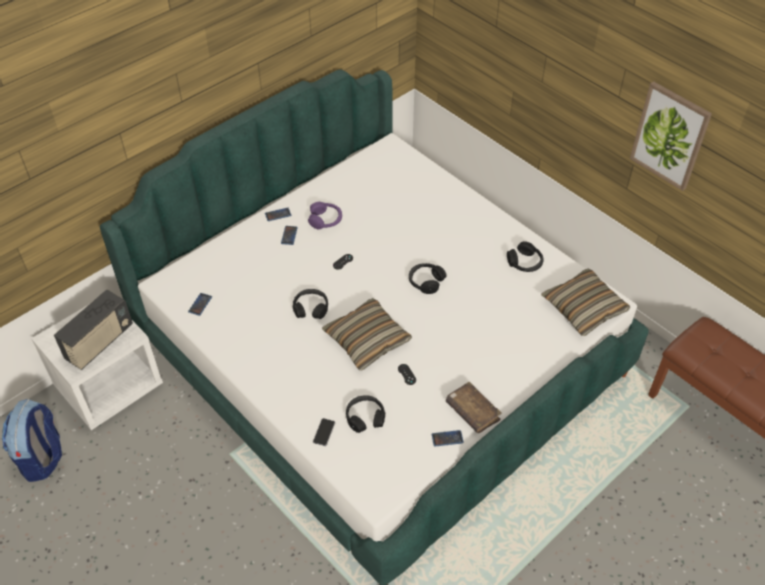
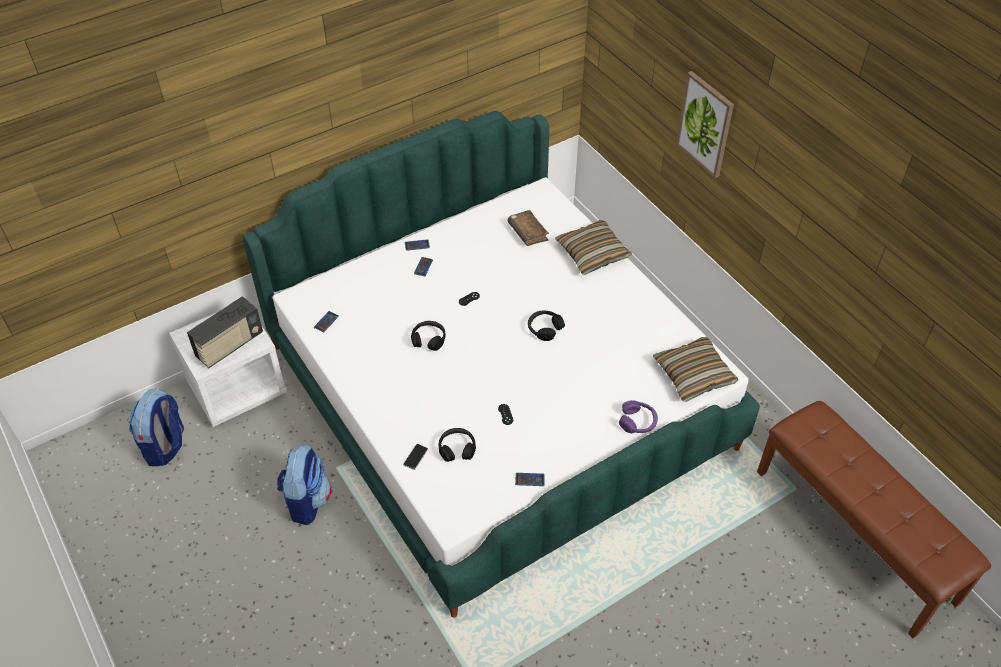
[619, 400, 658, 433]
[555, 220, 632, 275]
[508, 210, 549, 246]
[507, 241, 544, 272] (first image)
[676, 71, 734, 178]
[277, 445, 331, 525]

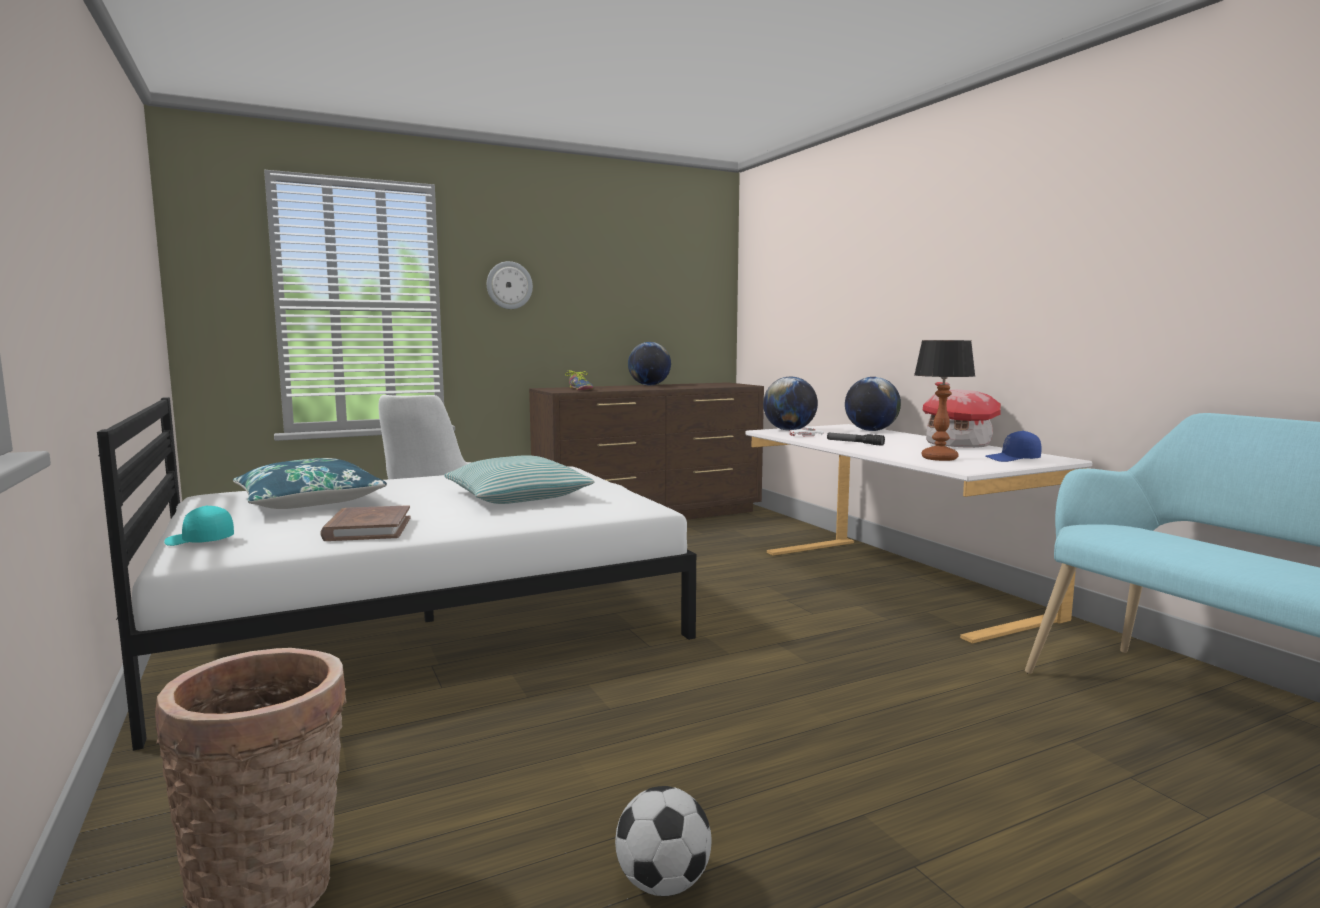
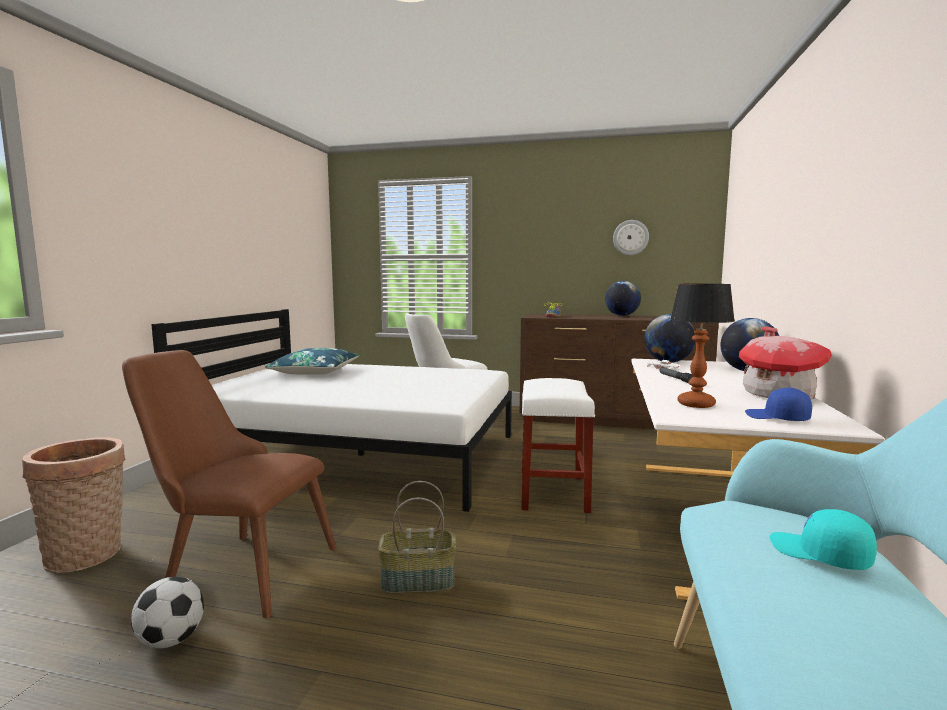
[769, 509, 877, 570]
[320, 505, 410, 541] (first image)
[444, 455, 595, 504] (first image)
[613, 220, 649, 255]
[122, 350, 337, 618]
[378, 481, 456, 593]
[521, 378, 595, 513]

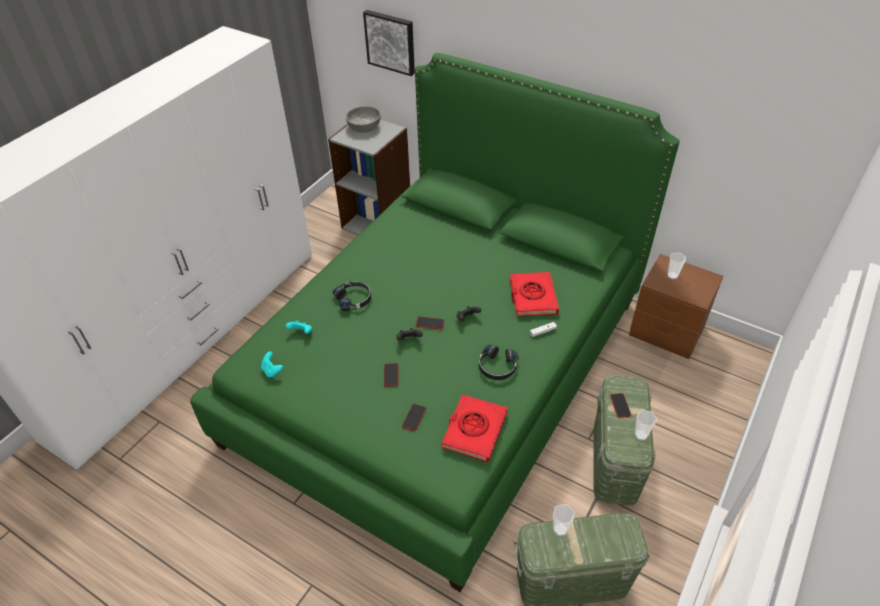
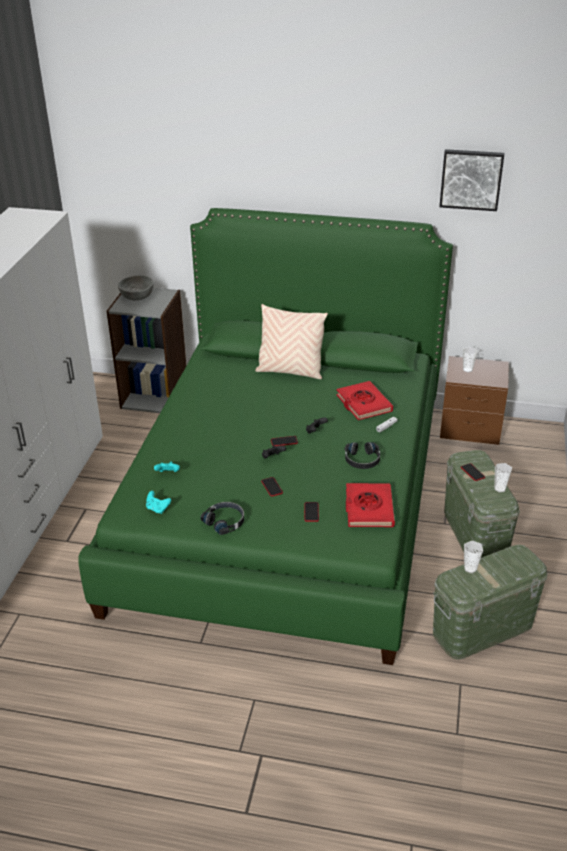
[201, 502, 244, 535]
[439, 149, 504, 211]
[255, 304, 328, 379]

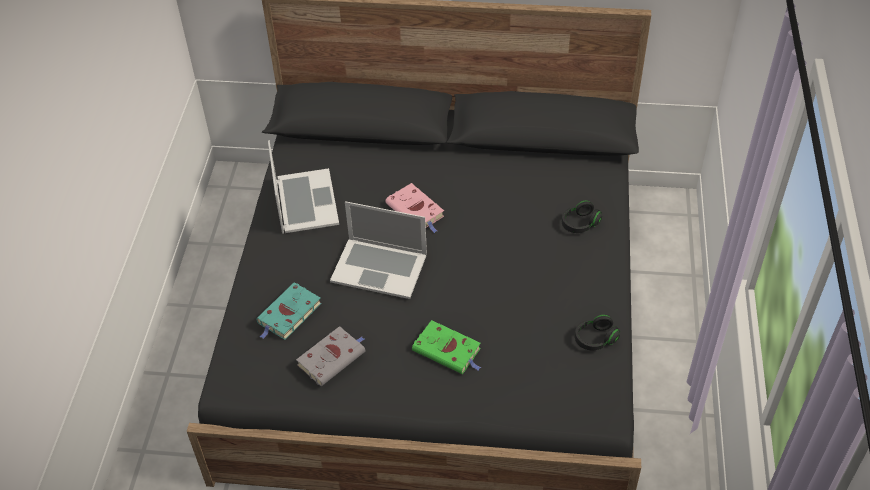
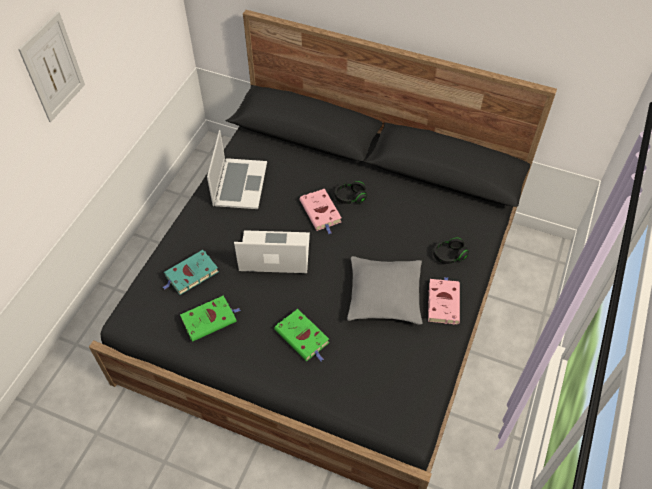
[180, 296, 241, 342]
[234, 230, 310, 273]
[335, 181, 367, 204]
[18, 12, 85, 122]
[347, 256, 423, 325]
[428, 277, 460, 325]

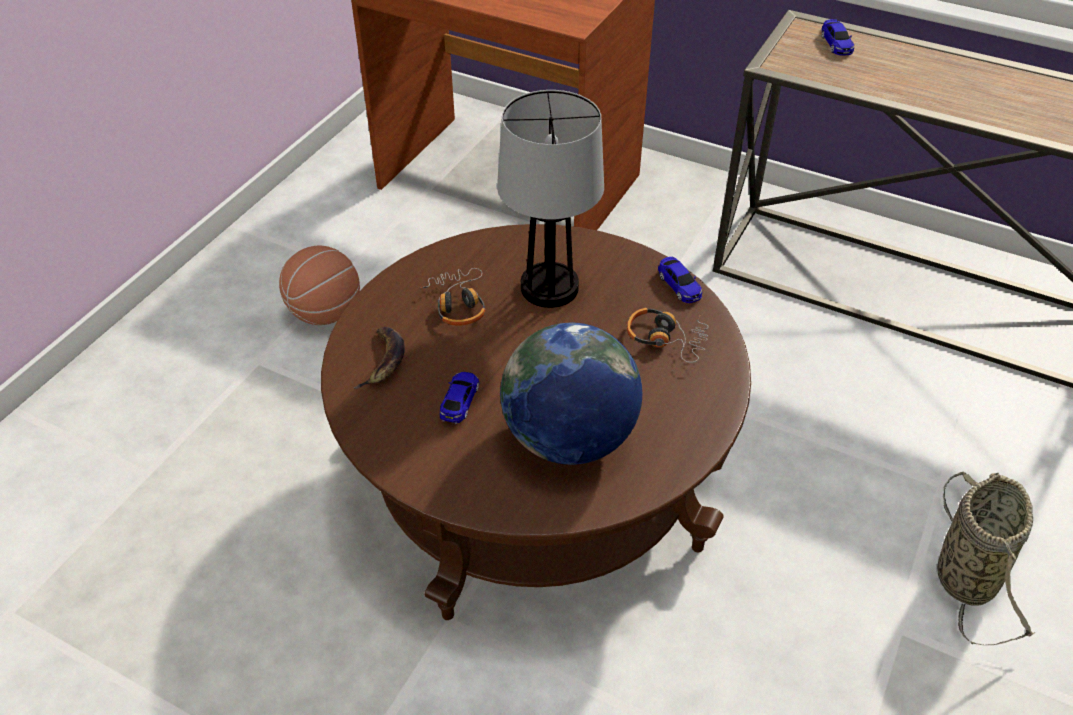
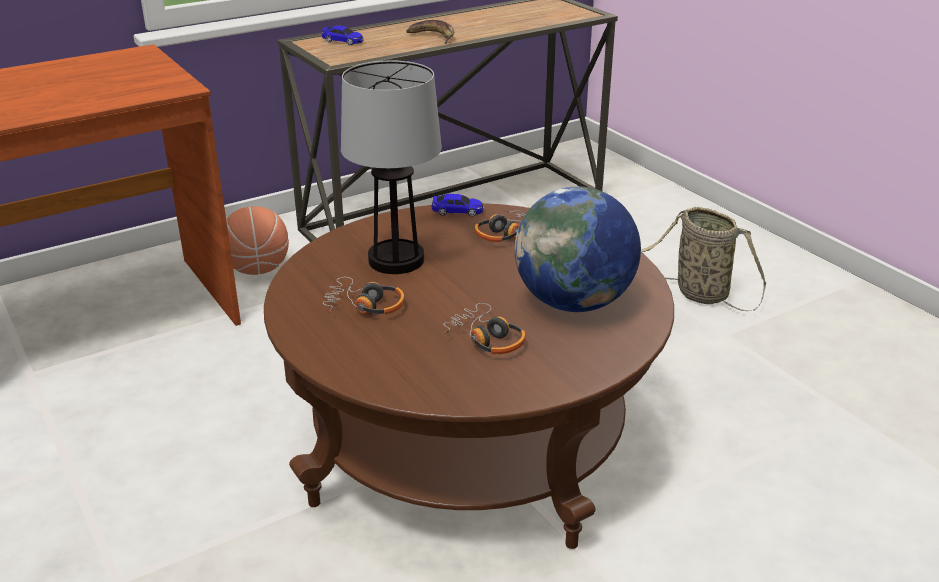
[226, 206, 289, 275]
[406, 20, 454, 44]
[442, 303, 526, 354]

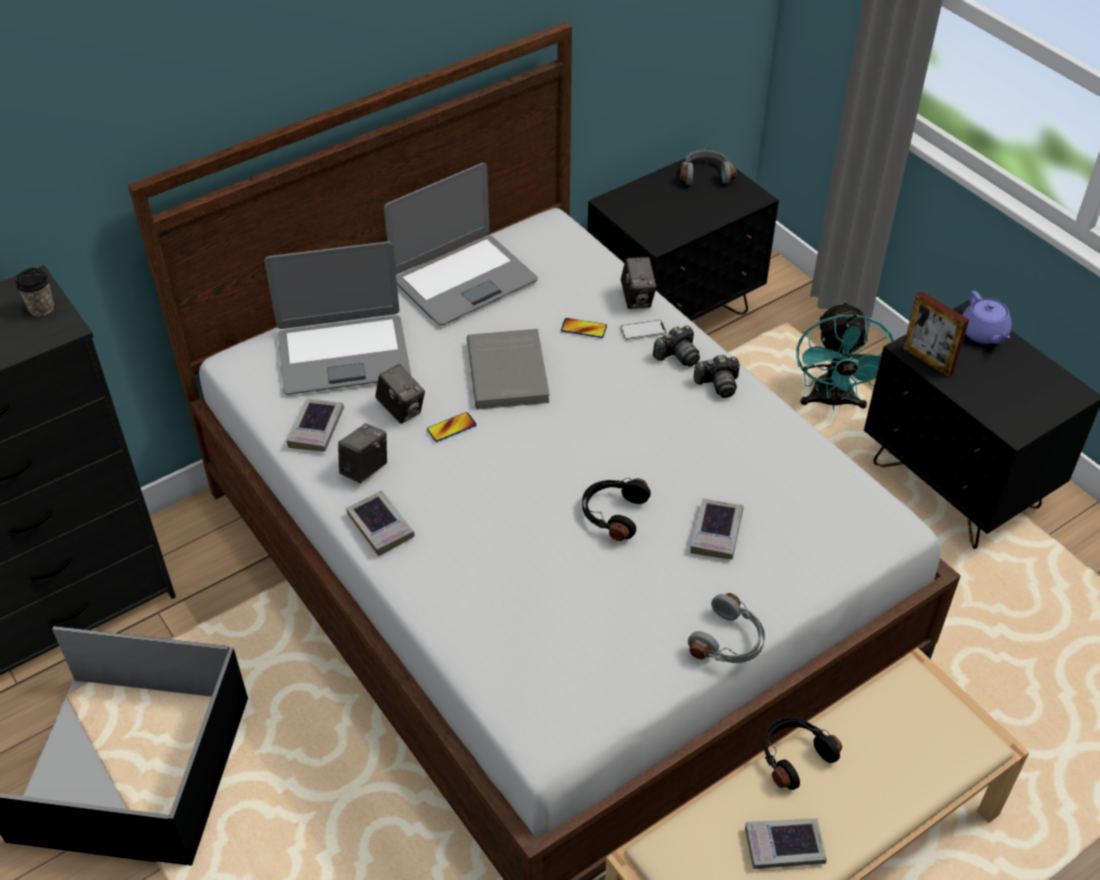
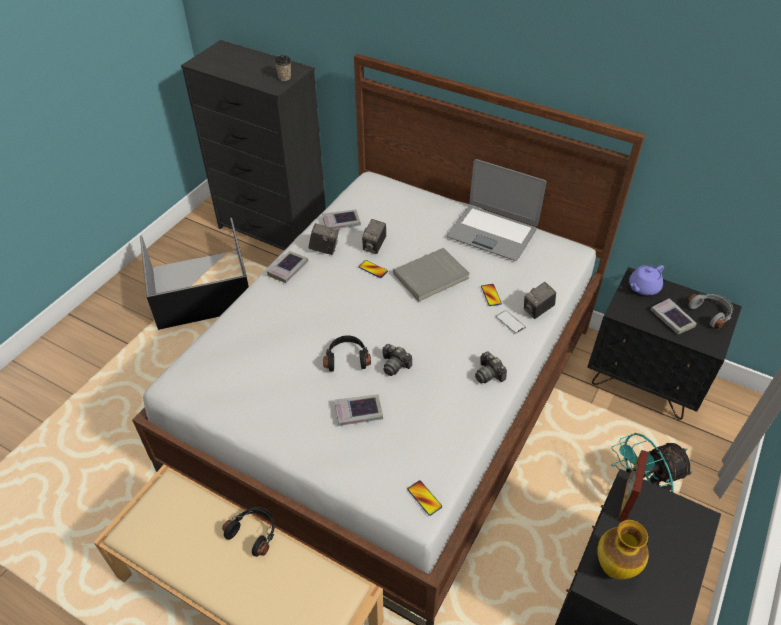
[264, 242, 411, 395] (first image)
[382, 344, 412, 376]
[688, 593, 765, 663] (first image)
[651, 298, 697, 334]
[629, 265, 664, 295]
[408, 480, 442, 516]
[598, 520, 649, 579]

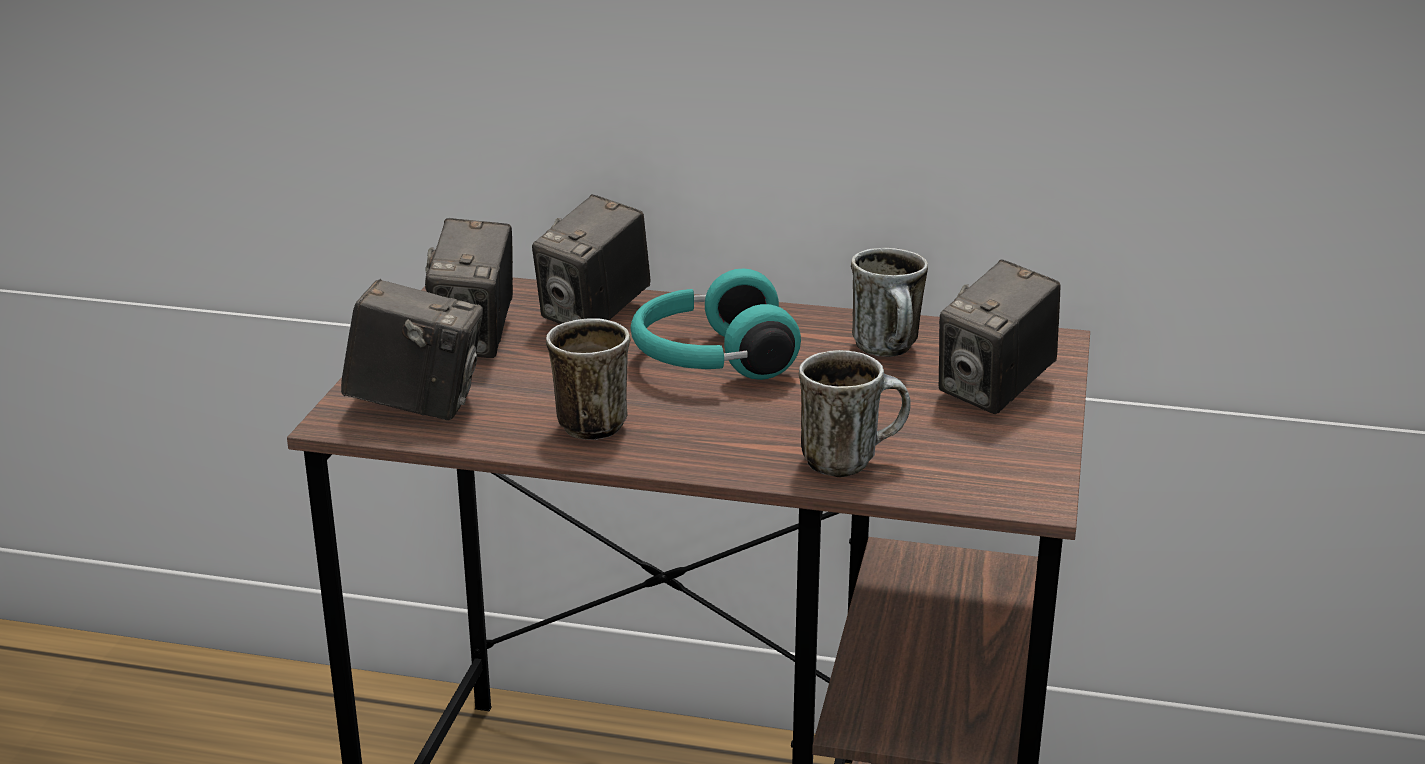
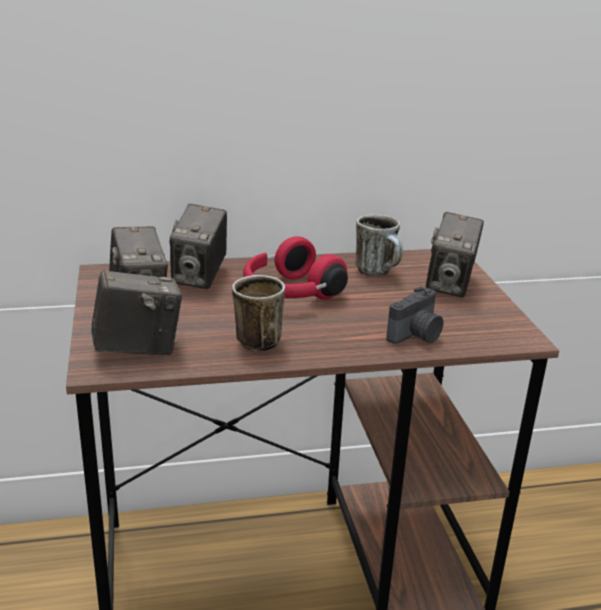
[243, 236, 348, 299]
[386, 286, 443, 344]

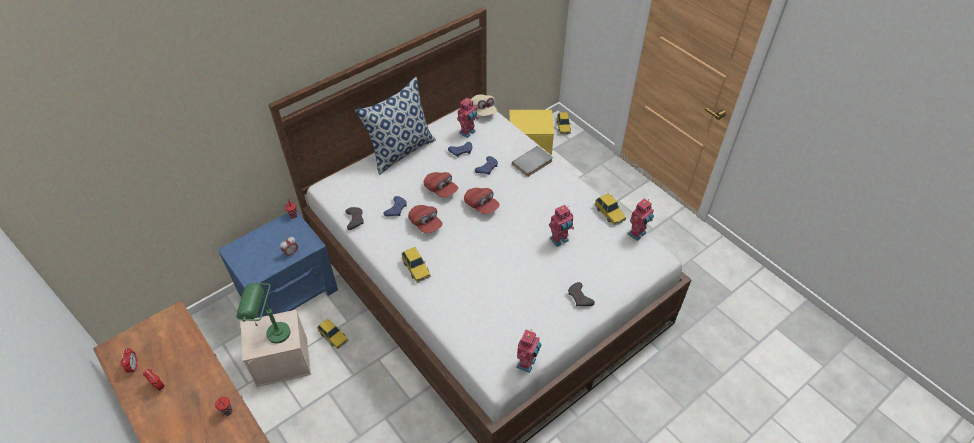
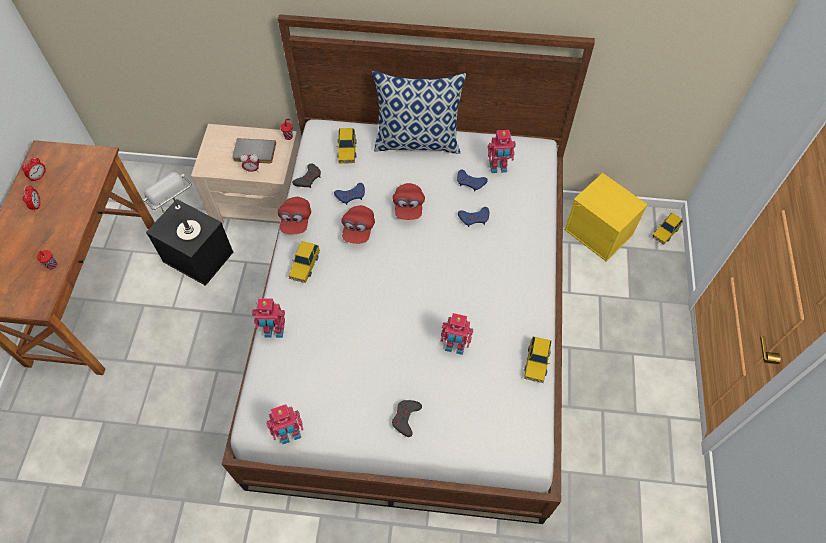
[191, 124, 299, 224]
[143, 172, 202, 242]
[146, 199, 233, 286]
[337, 128, 357, 163]
[278, 197, 311, 234]
[471, 94, 497, 116] (first image)
[232, 138, 276, 163]
[252, 298, 285, 338]

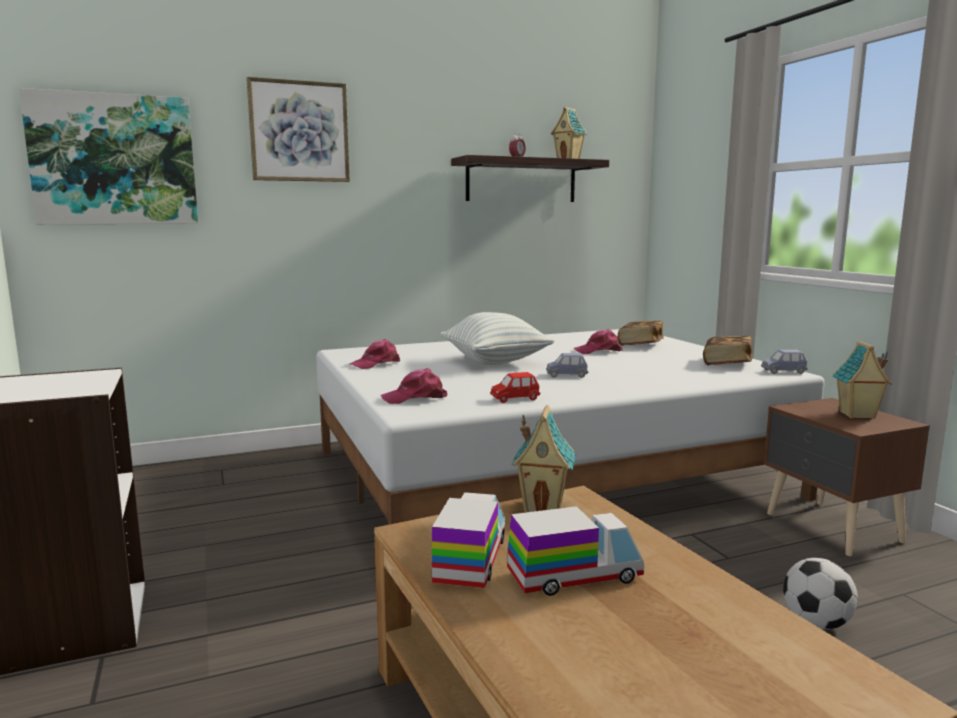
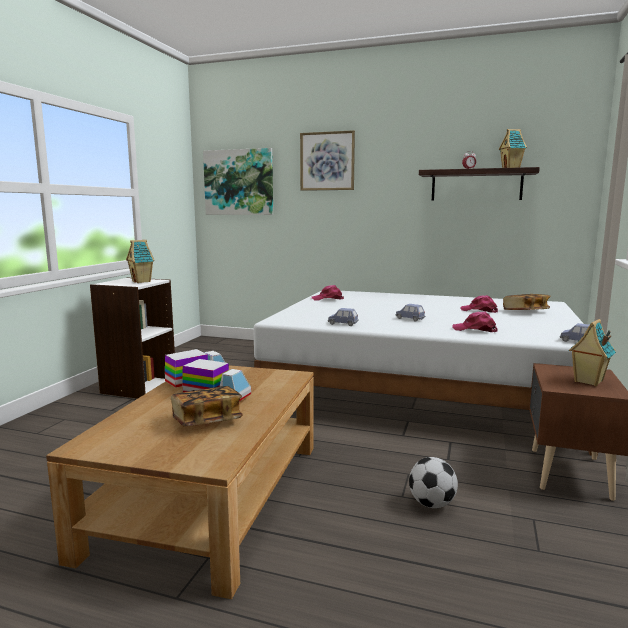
[452, 312, 497, 332]
[440, 312, 555, 365] (first image)
[328, 308, 358, 326]
[126, 240, 155, 283]
[171, 386, 243, 426]

